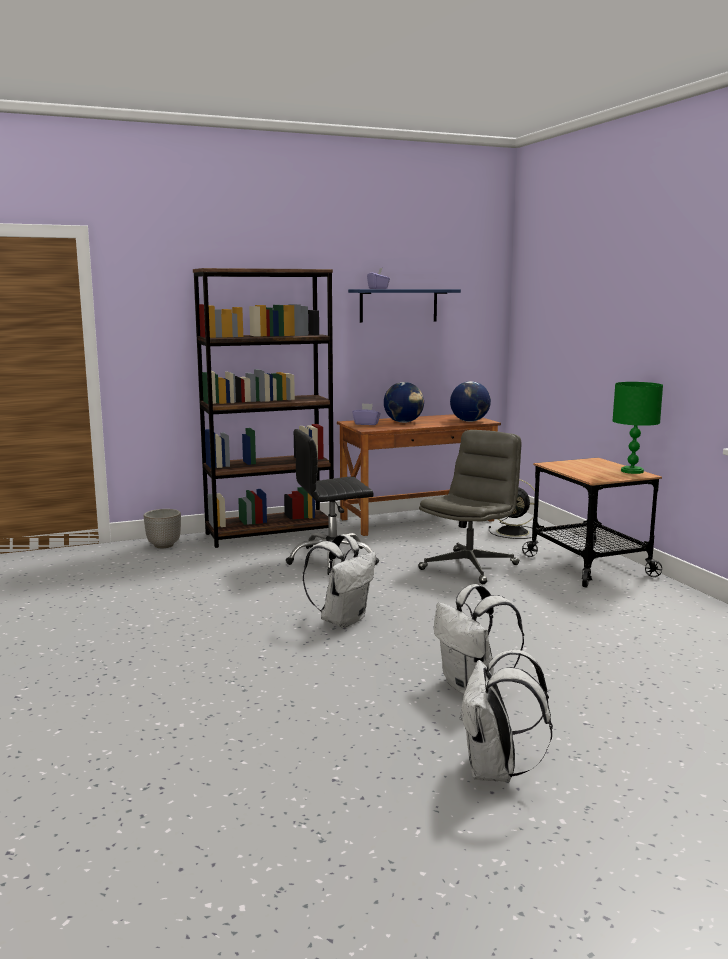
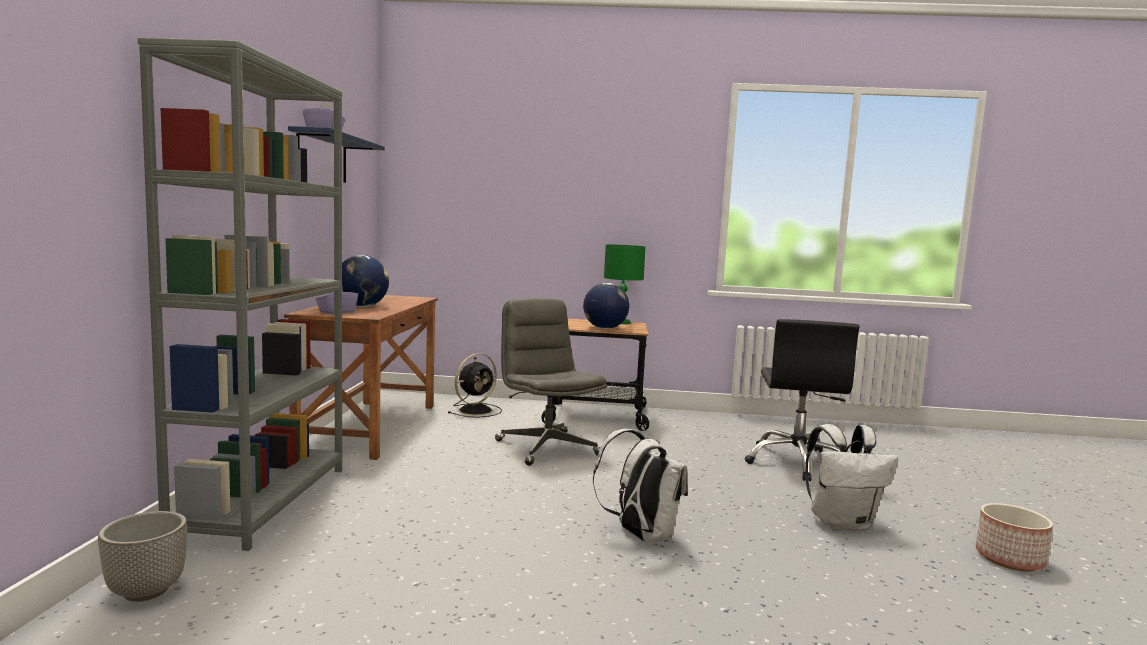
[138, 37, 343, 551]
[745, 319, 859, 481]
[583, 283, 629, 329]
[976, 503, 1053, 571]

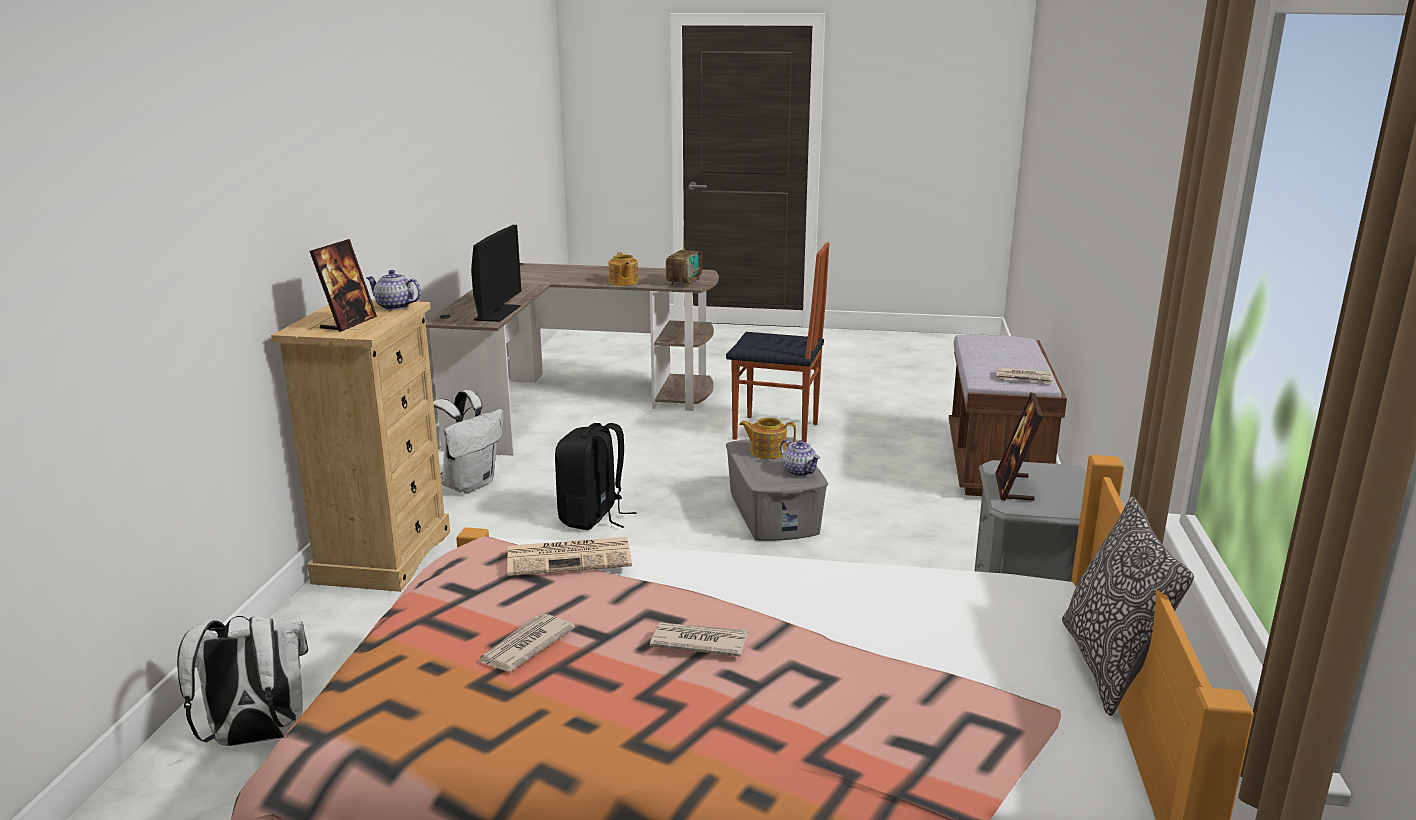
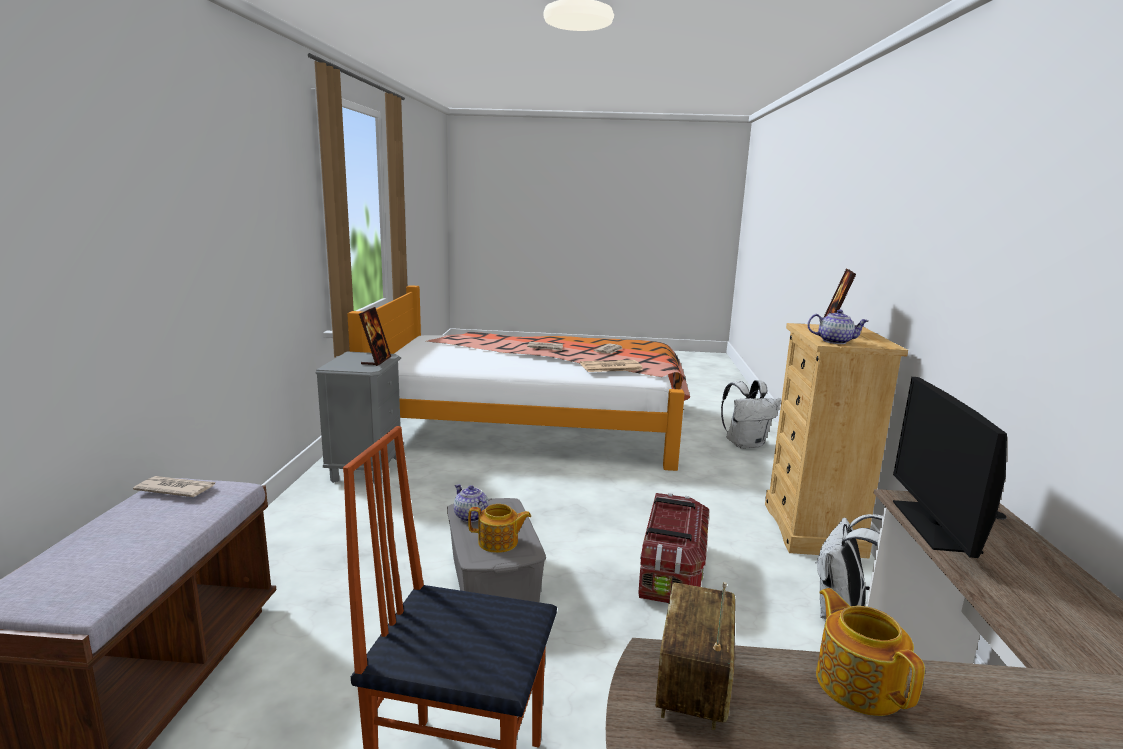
[638, 493, 709, 603]
[1062, 497, 1194, 716] (first image)

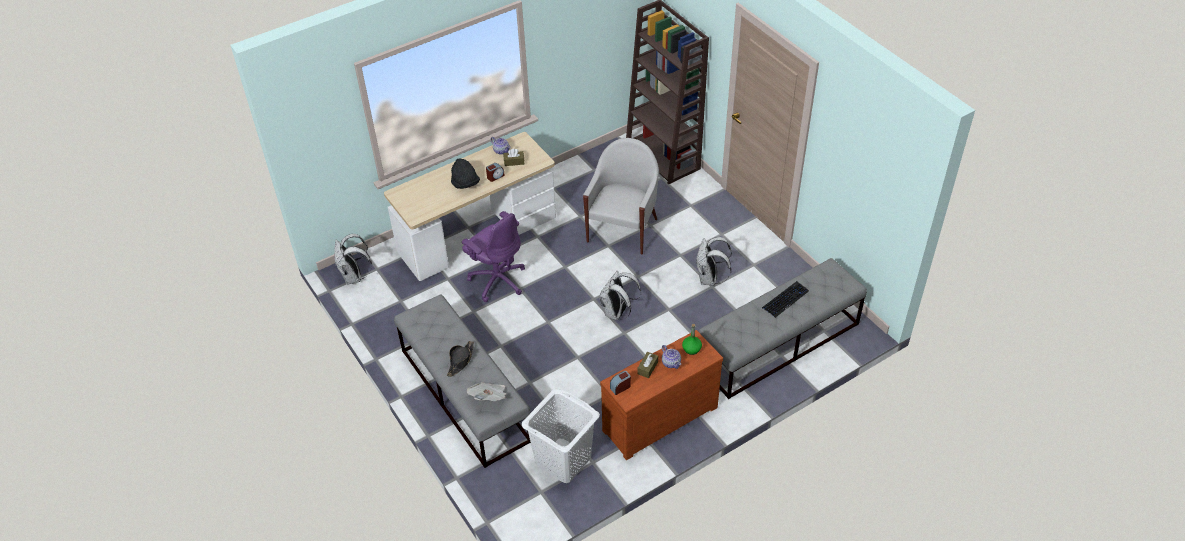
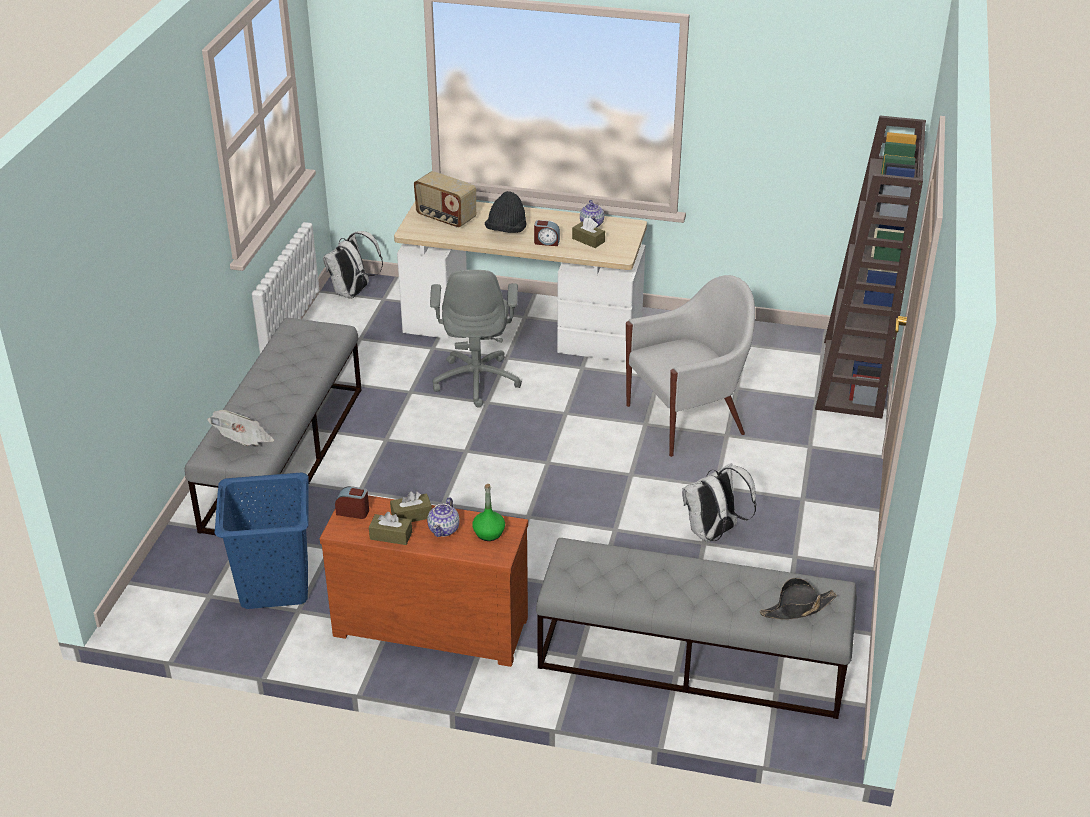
[760, 578, 837, 620]
[430, 270, 522, 408]
[215, 472, 309, 609]
[599, 270, 641, 320] (first image)
[762, 281, 809, 318] (first image)
[369, 512, 412, 545]
[414, 171, 476, 228]

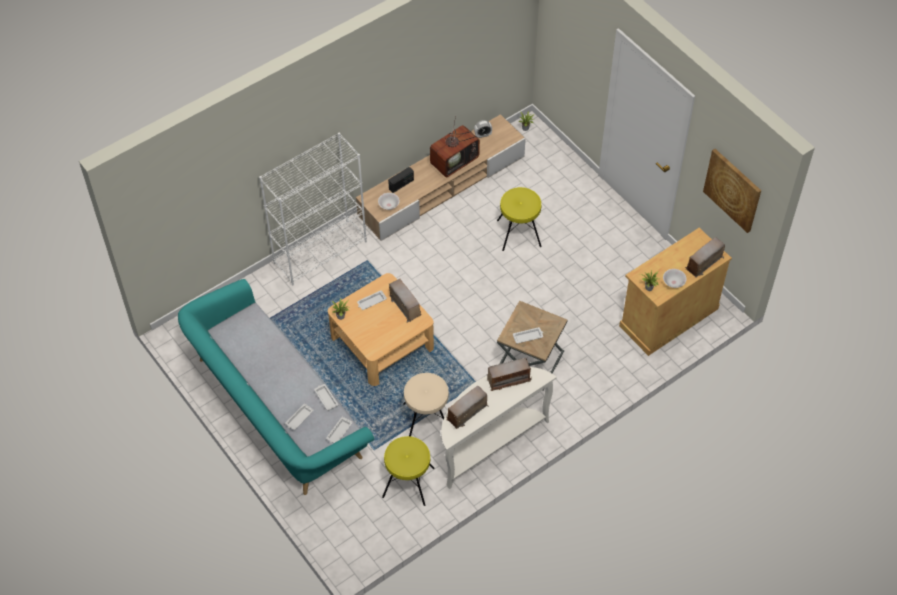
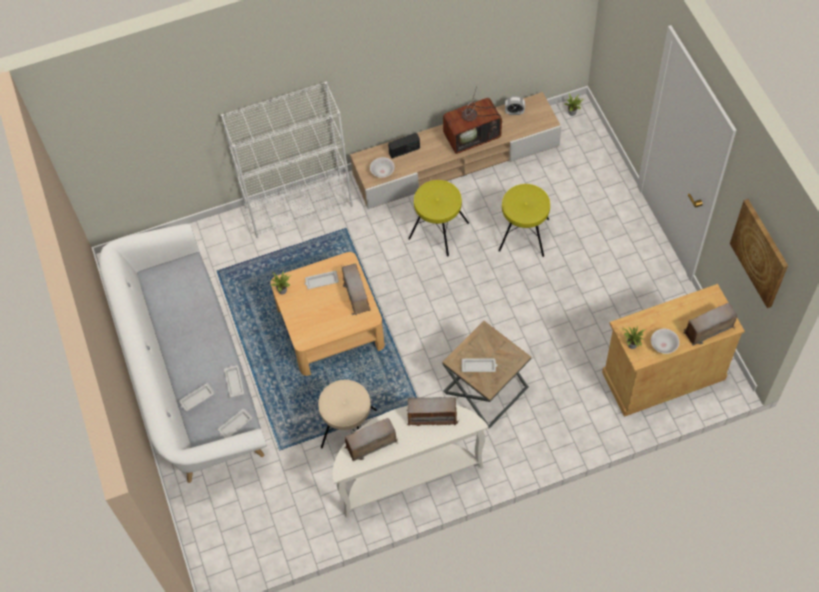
[99, 224, 267, 483]
[408, 180, 469, 257]

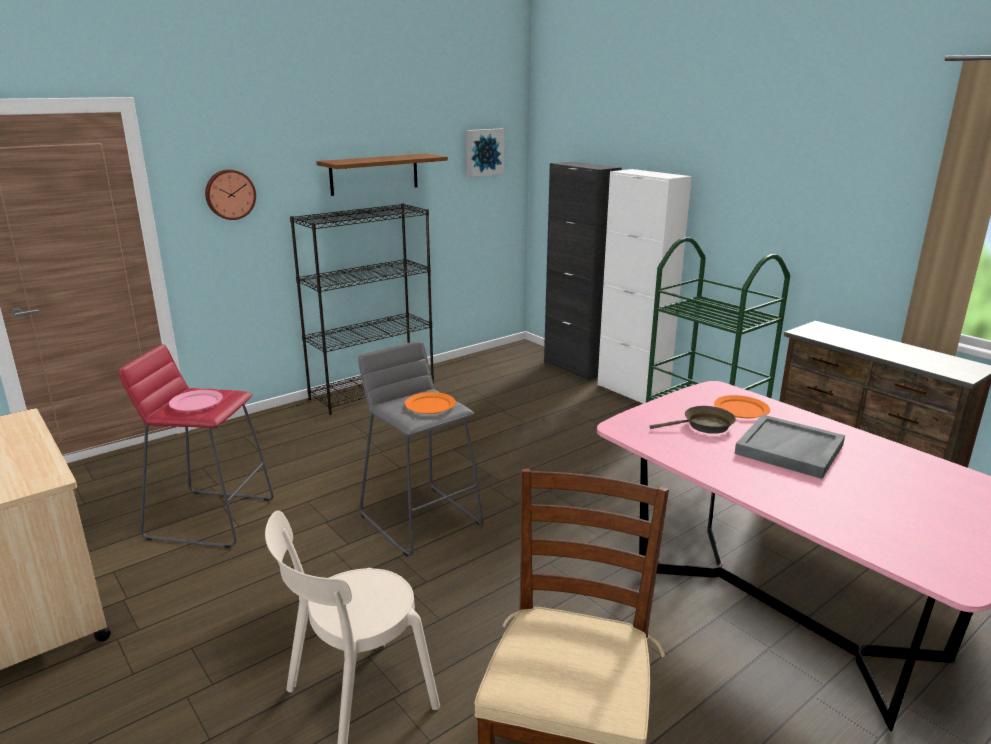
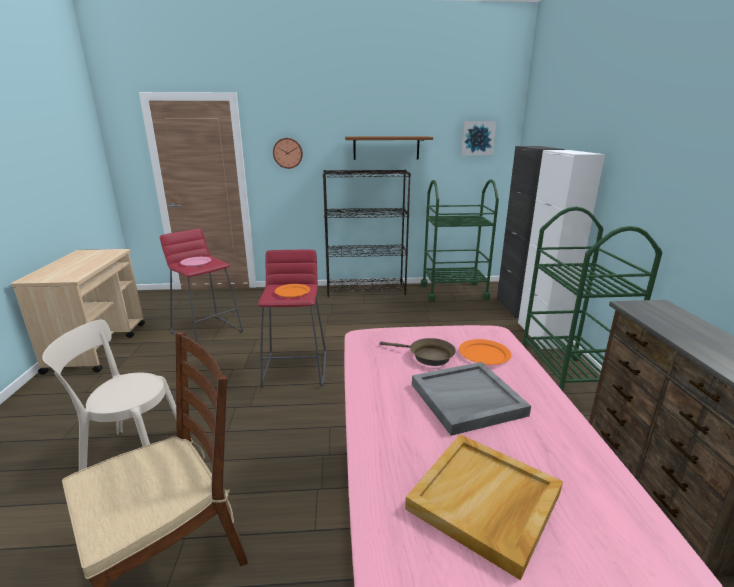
[258, 250, 327, 388]
[405, 434, 563, 580]
[421, 179, 499, 301]

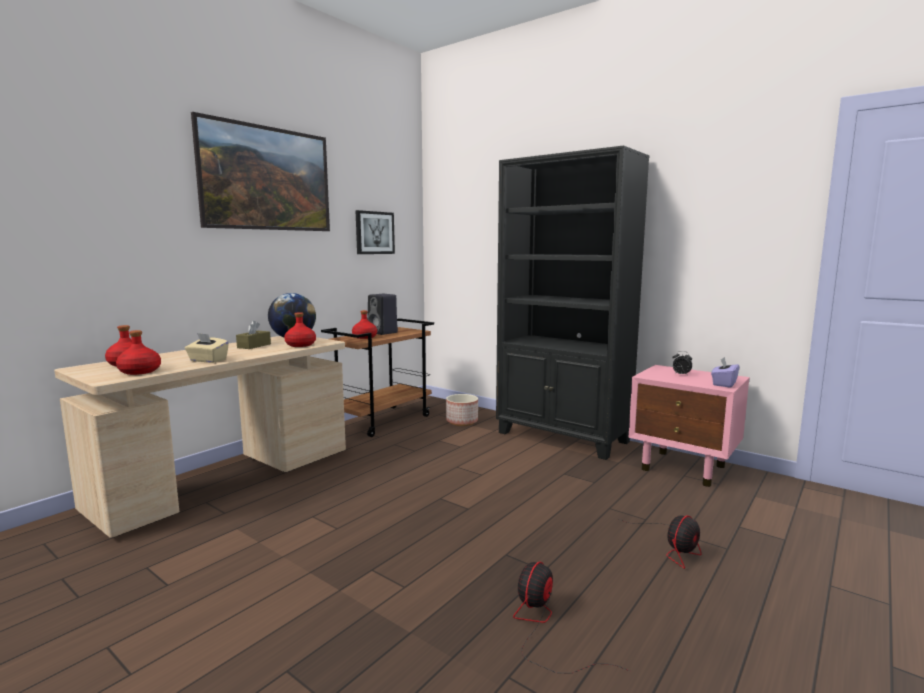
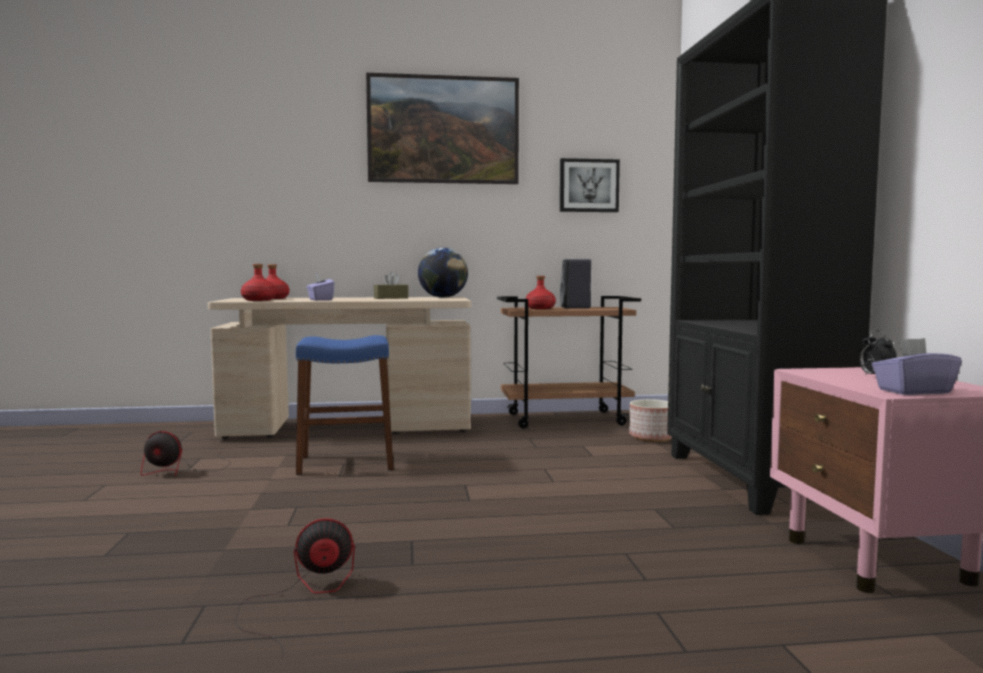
[306, 273, 335, 301]
[284, 312, 316, 347] (first image)
[141, 431, 231, 476]
[296, 335, 393, 475]

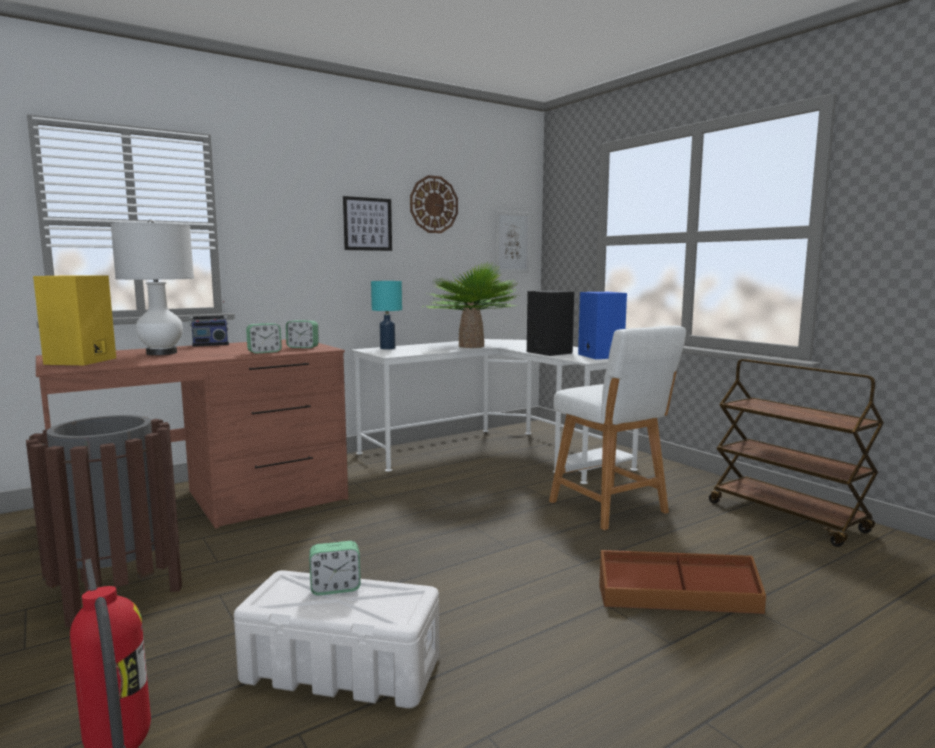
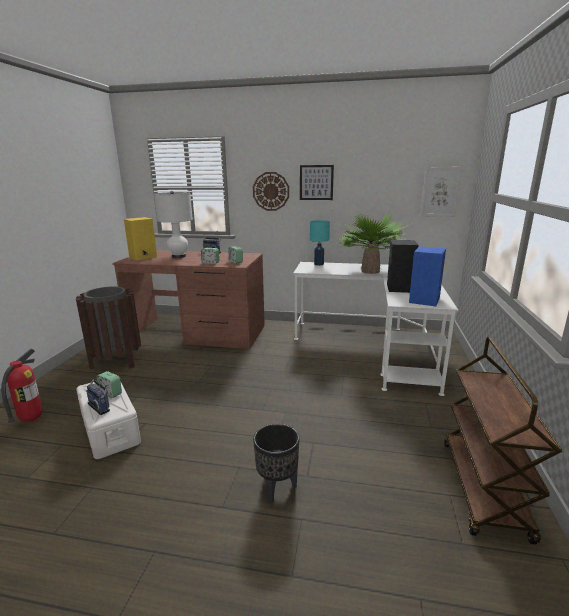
[253, 172, 289, 211]
[549, 326, 686, 530] (first image)
[253, 424, 299, 504]
[86, 379, 110, 415]

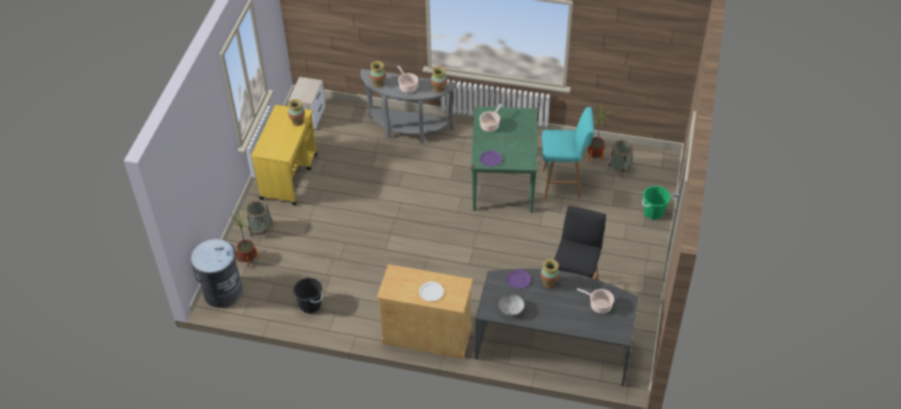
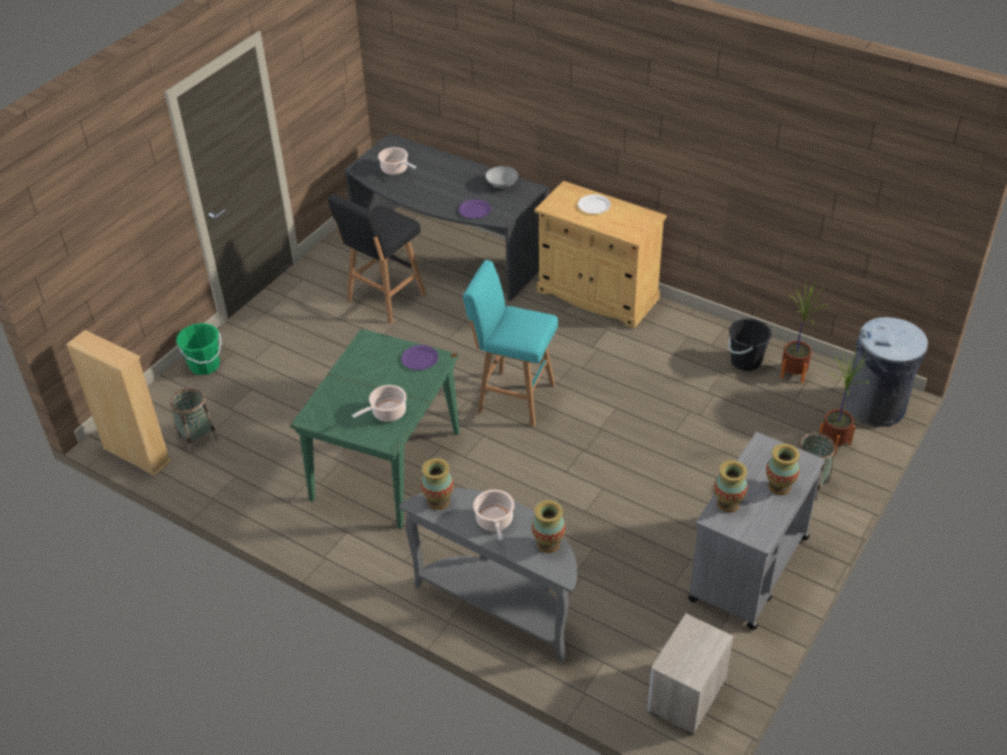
[688, 432, 825, 630]
[766, 444, 800, 495]
[463, 260, 558, 427]
[780, 281, 825, 383]
[66, 330, 172, 476]

